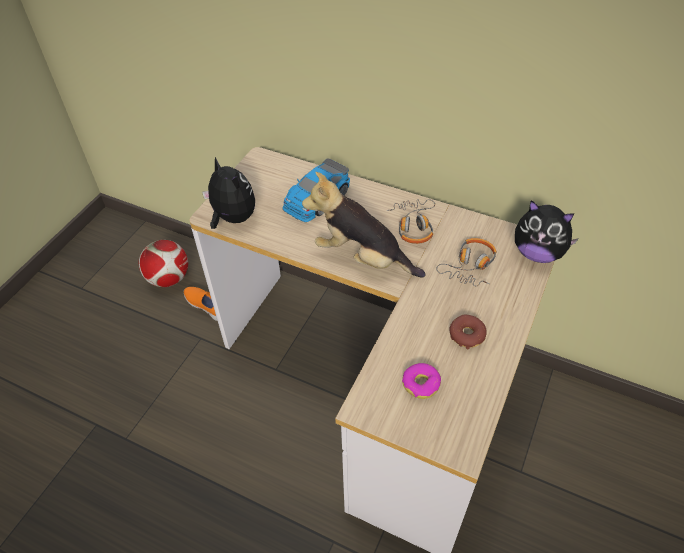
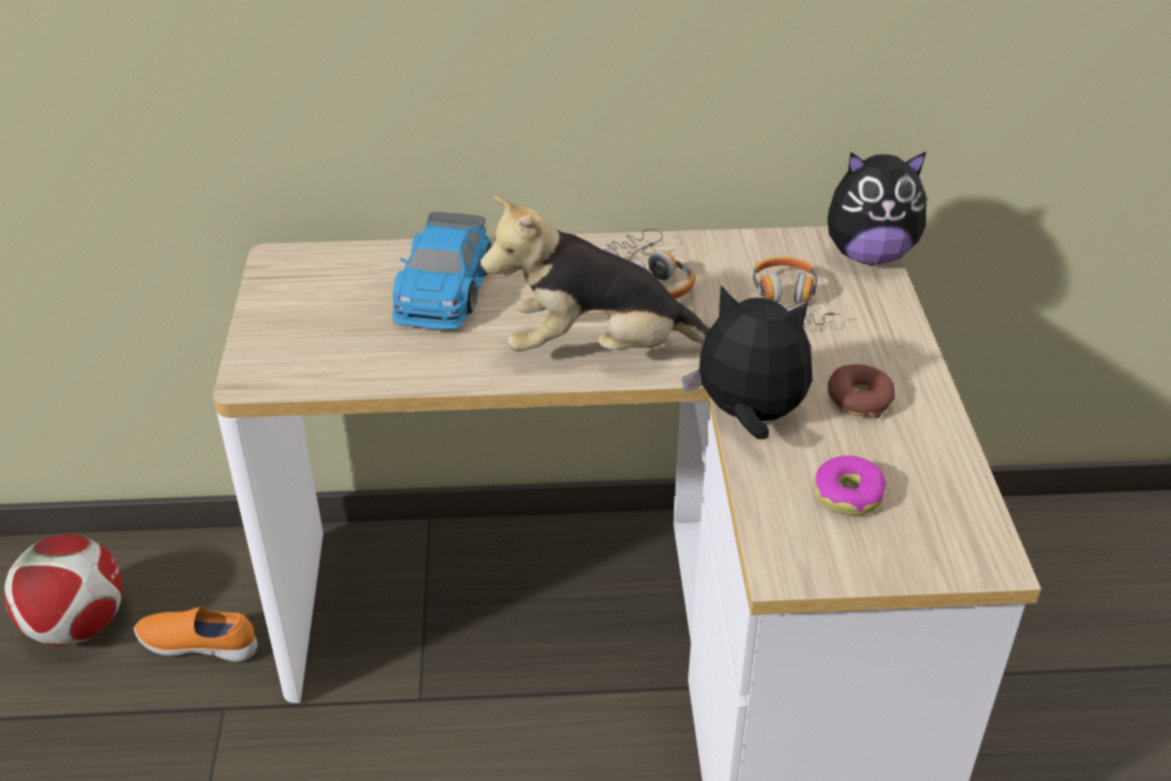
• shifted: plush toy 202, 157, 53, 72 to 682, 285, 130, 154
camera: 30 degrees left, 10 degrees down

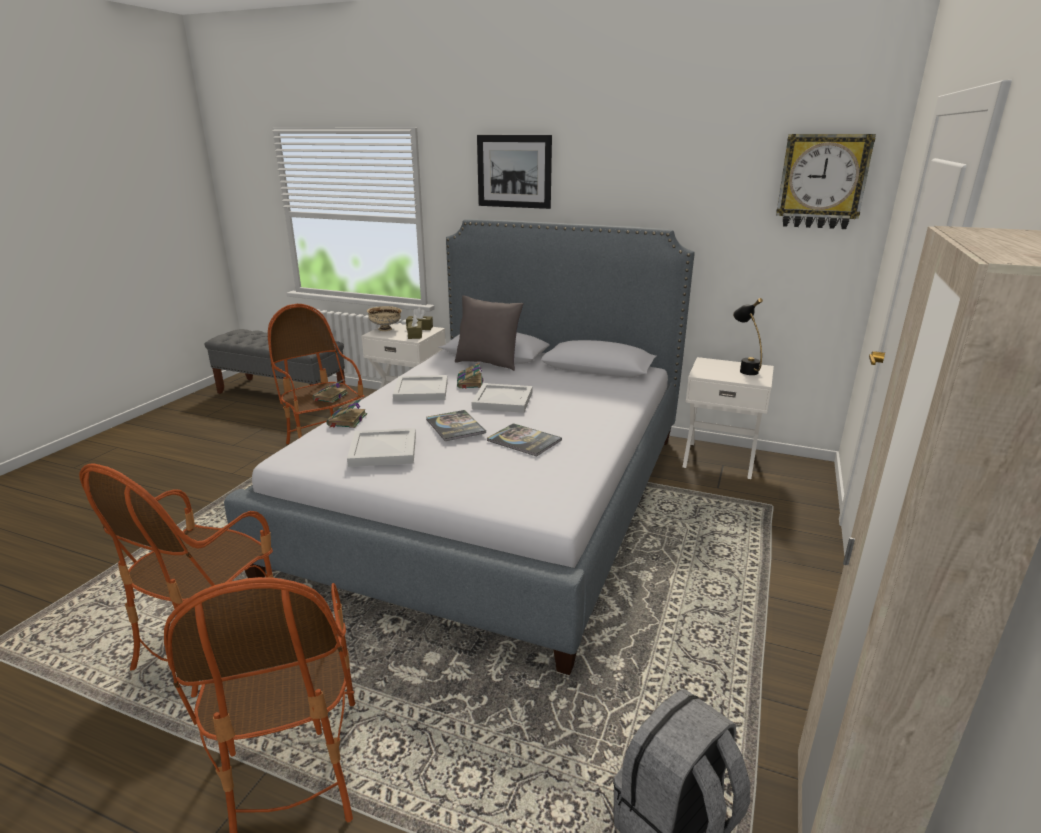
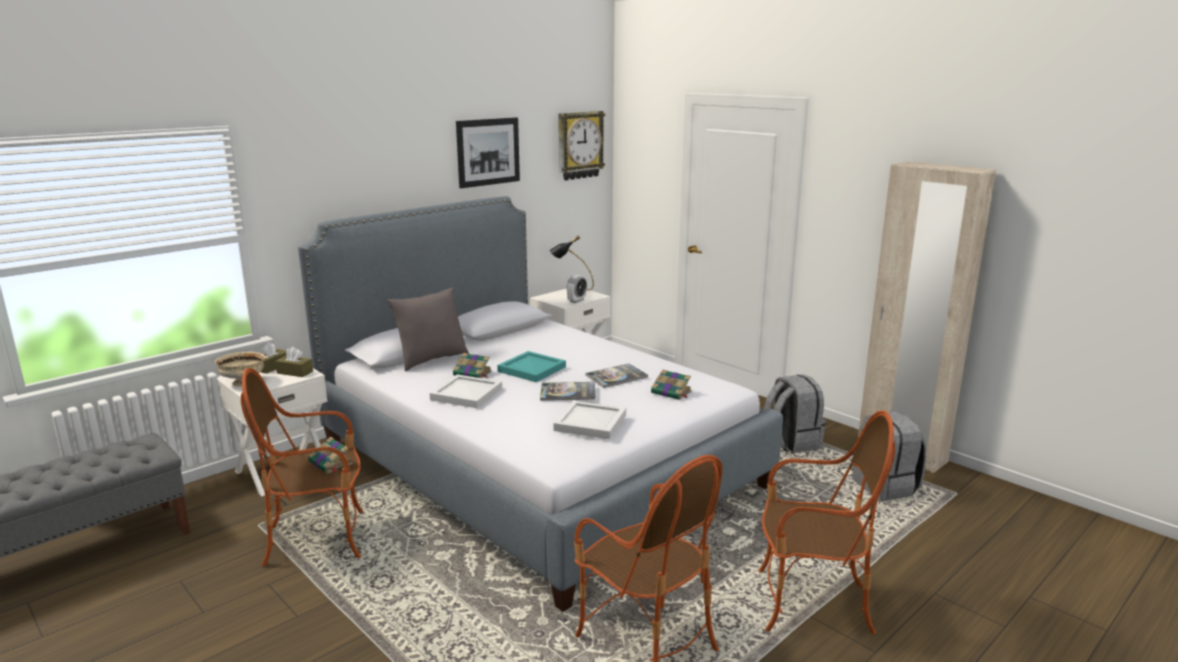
• shifted: picture 477, 135, 75, 74 to 456, 117, 64, 71
• repainted: white tray 471, 383, 61, 30 to turquoise tray 497, 351, 69, 31
• new: alarm clock 566, 274, 21, 29
• shifted: book 326, 397, 41, 31 to 651, 370, 41, 30
• new: grey backpack 764, 374, 62, 79
camera: 65 degrees left, 5 degrees down

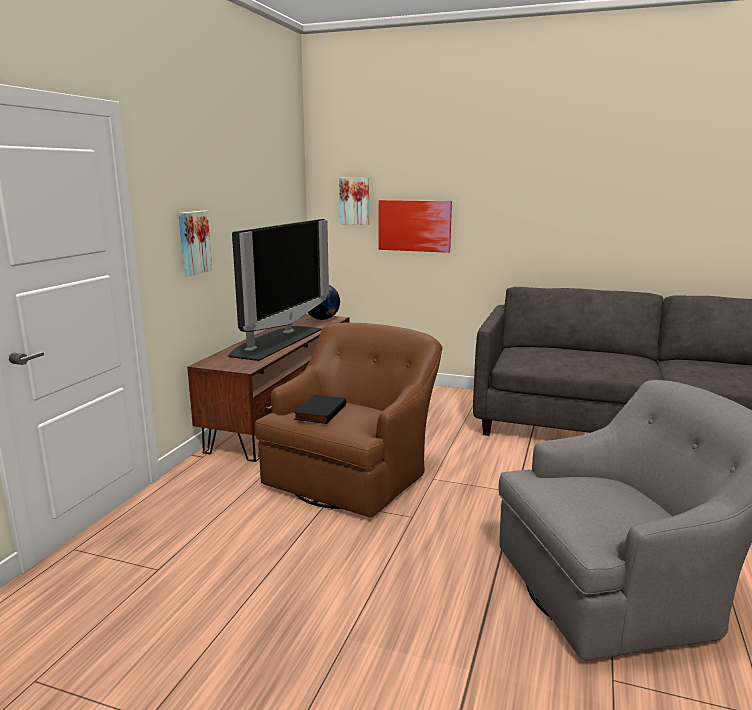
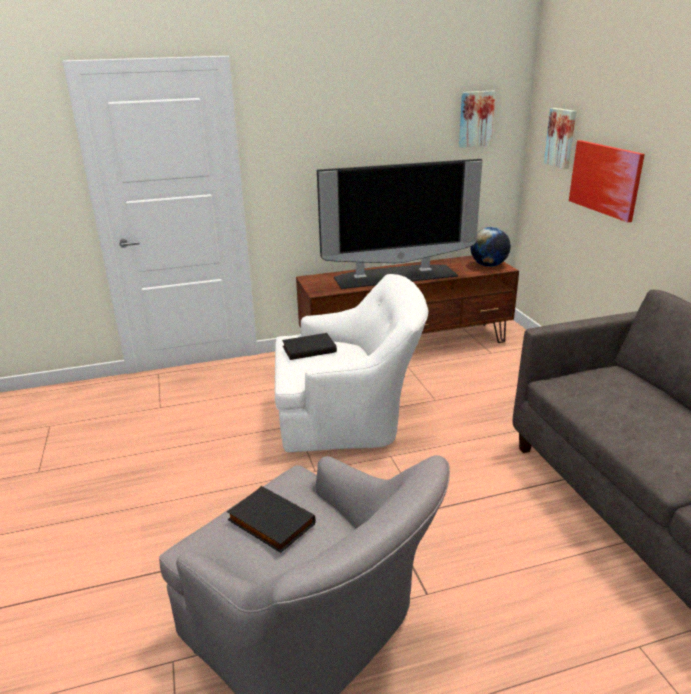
• new: black book 227, 486, 89, 67
• repainted: brown armchair 255, 323, 187, 194 to white armchair 275, 274, 153, 178
• shifted: picture 178, 211, 34, 65 to 459, 91, 37, 56
camera: 55 degrees right, 10 degrees up

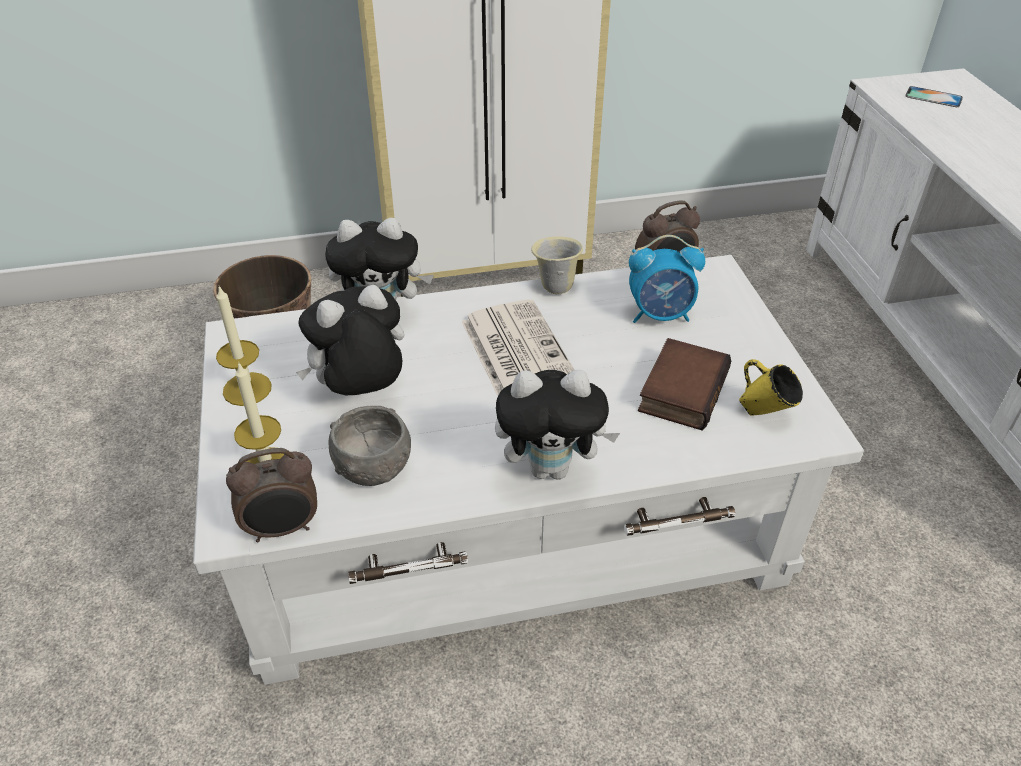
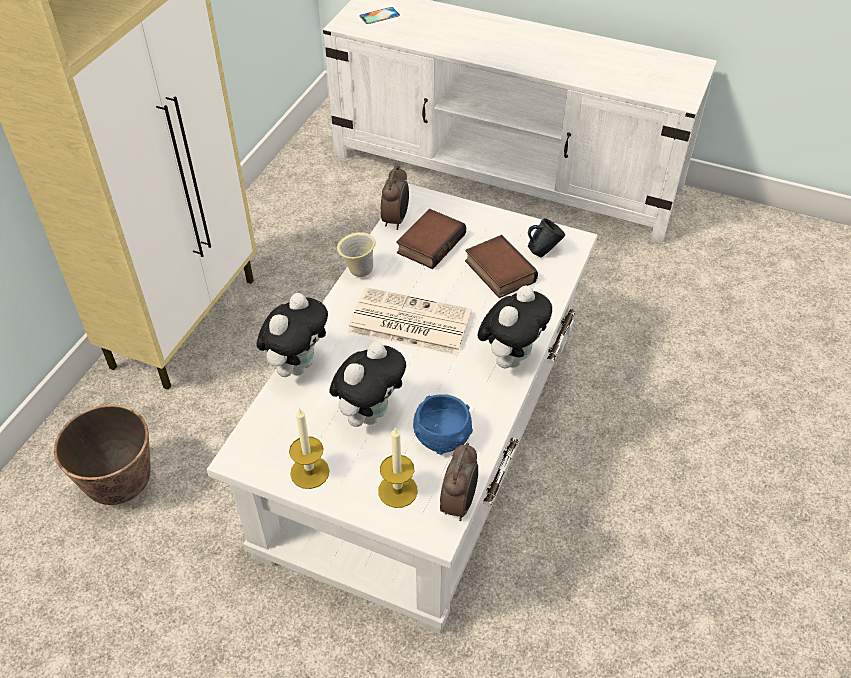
• rotated: plush toy 296, 285, 109, 110 = 330, 341, 76, 86 150 degrees counterclockwise
• swapped: alarm clock 629, 235, 76, 88 to book 396, 209, 70, 60
• repainted: grey bowl 329, 406, 82, 80 to blue bowl 413, 394, 60, 60
• repainted: yellow mug 739, 359, 64, 57 to blue mug 528, 218, 37, 40
camera: 55 degrees left, 5 degrees up

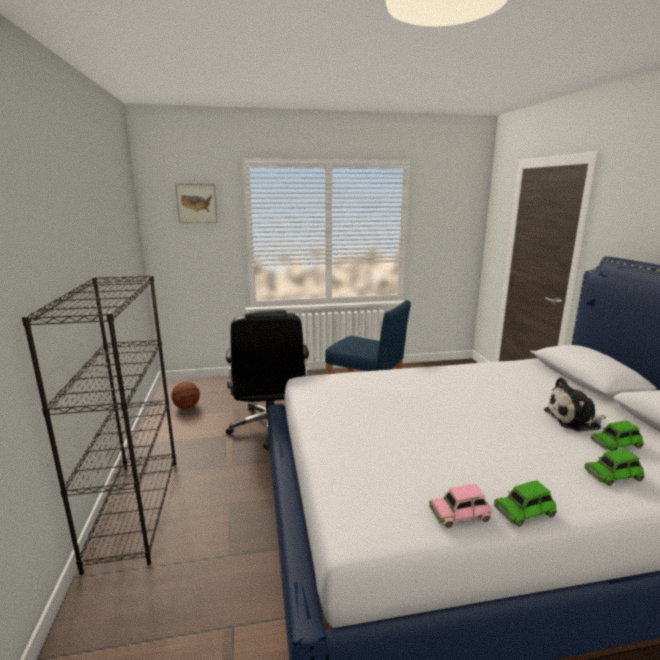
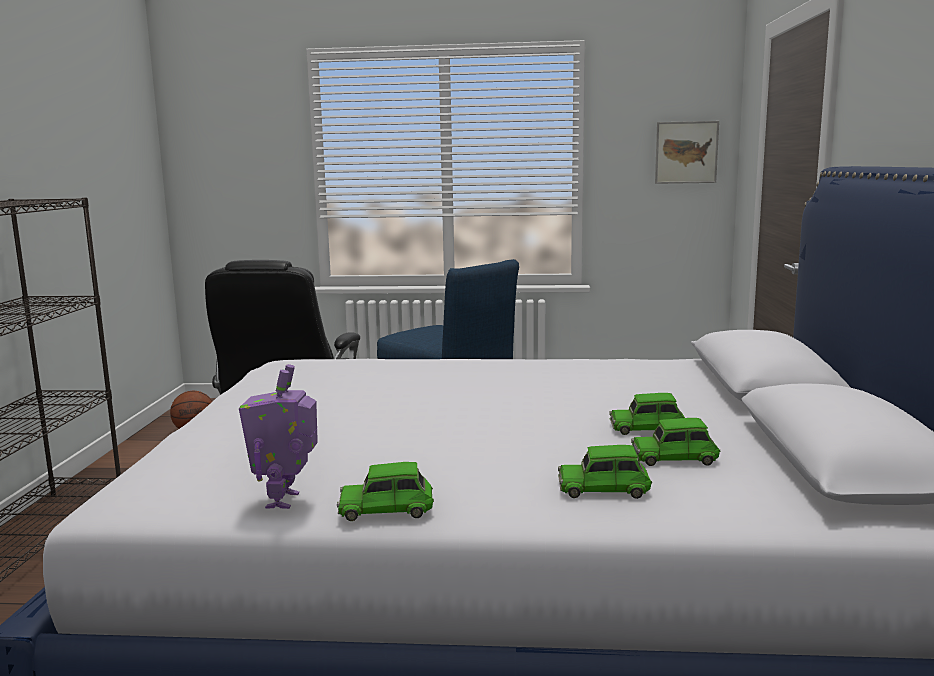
• swapped: pink toy car 429, 484, 63, 44 to toy robot 239, 364, 79, 145
• swapped: plush toy 544, 377, 62, 54 to green toy car 609, 393, 76, 42
• shifted: picture 175, 184, 43, 39 to 655, 121, 64, 63
camera: 15 degrees right, 5 degrees down

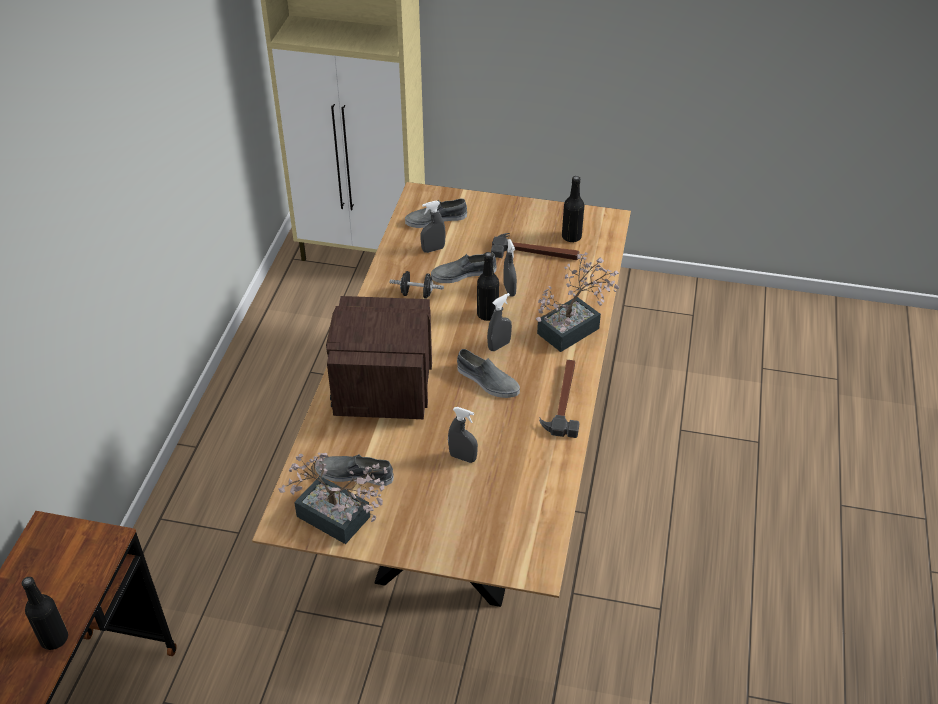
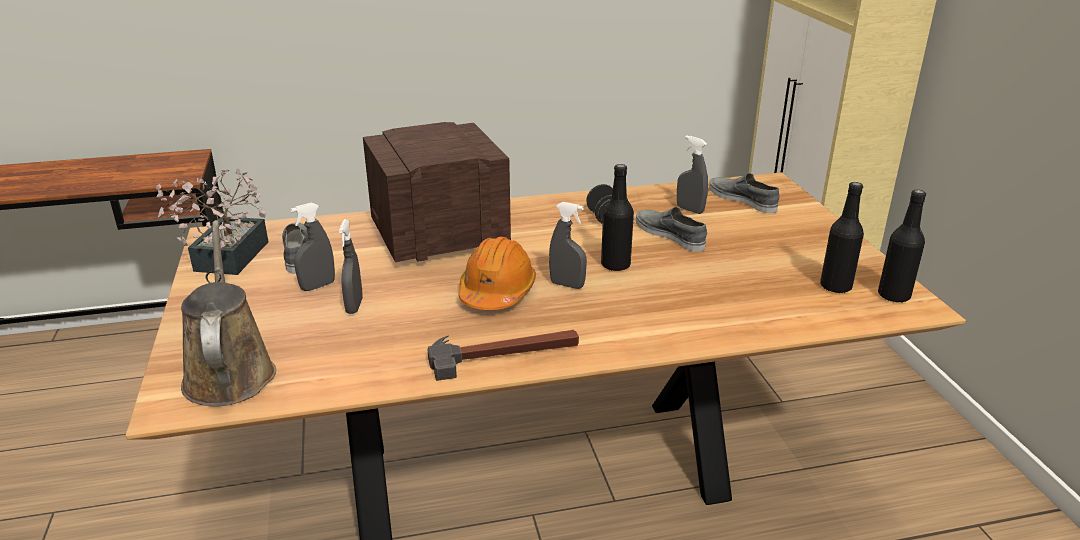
• new: brown watering can 181, 220, 95, 187
• shifted: grey spray bottle 503, 239, 14, 57 to 290, 202, 45, 89
• swapped: grey shoe 457, 349, 63, 49 to orange hard hat 458, 236, 78, 74
• shifted: black bottle 22, 577, 46, 73 to 878, 190, 48, 112
• gone: hammer 491, 233, 88, 27
• gone: potted plant 536, 252, 84, 100
camera: 65 degrees right, 15 degrees down

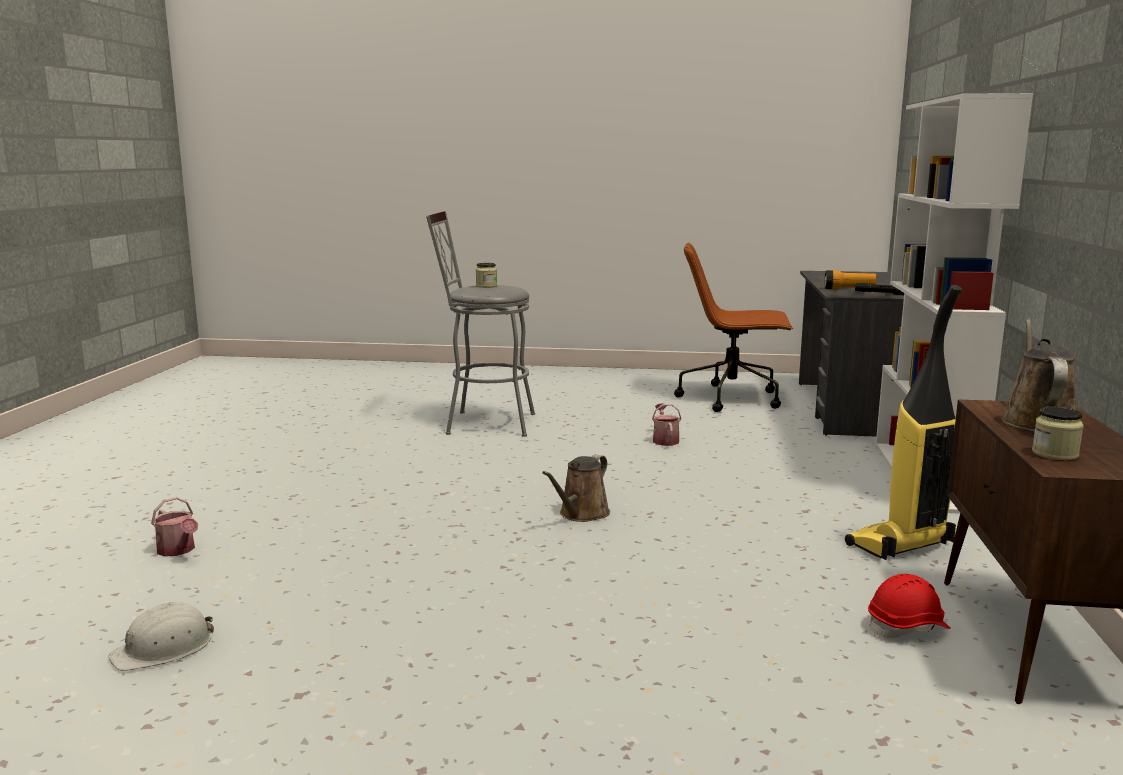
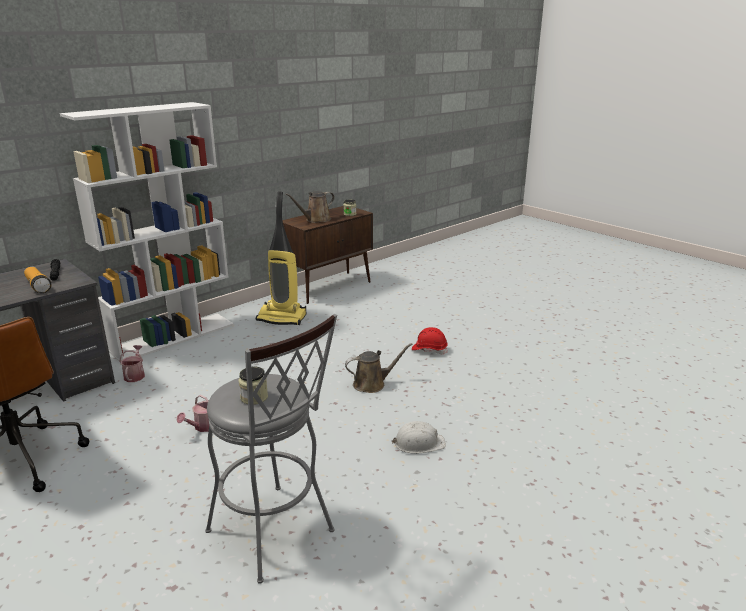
• shifted: watering can 151, 497, 47, 60 to 119, 345, 26, 37
• shifted: white hard hat 108, 602, 106, 69 to 392, 421, 54, 33
• shifted: red hard hat 868, 574, 83, 64 to 412, 327, 36, 27
camera: 140 degrees left, 10 degrees up

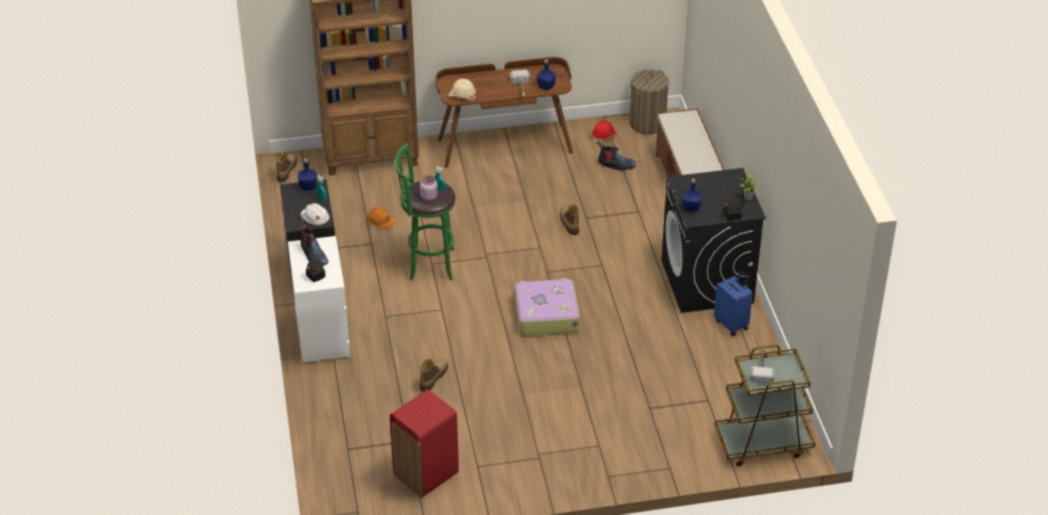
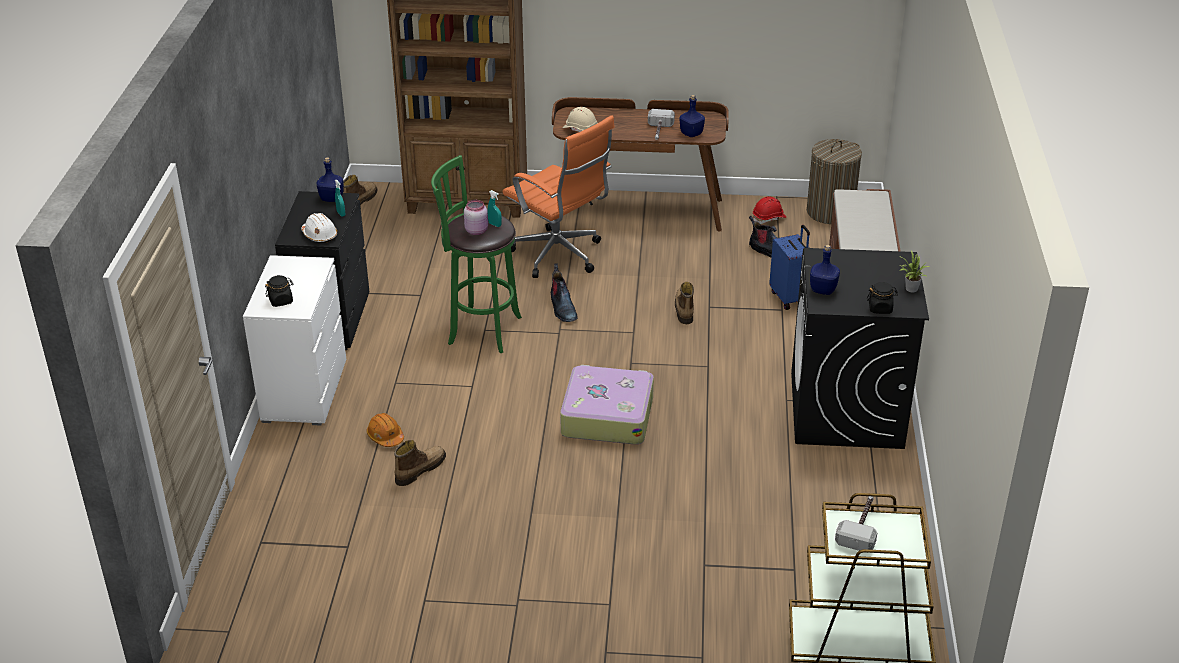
• shifted: orange hard hat 367, 207, 27, 21 to 367, 413, 37, 34
• new: orange office chair 503, 115, 112, 163
• shifted: boot 301, 219, 27, 47 to 550, 263, 27, 59
• shifted: blue suitcase 714, 270, 39, 66 to 769, 225, 41, 85
• gone: red trash can 390, 390, 69, 107
camera: 15 degrees right, 5 degrees down

